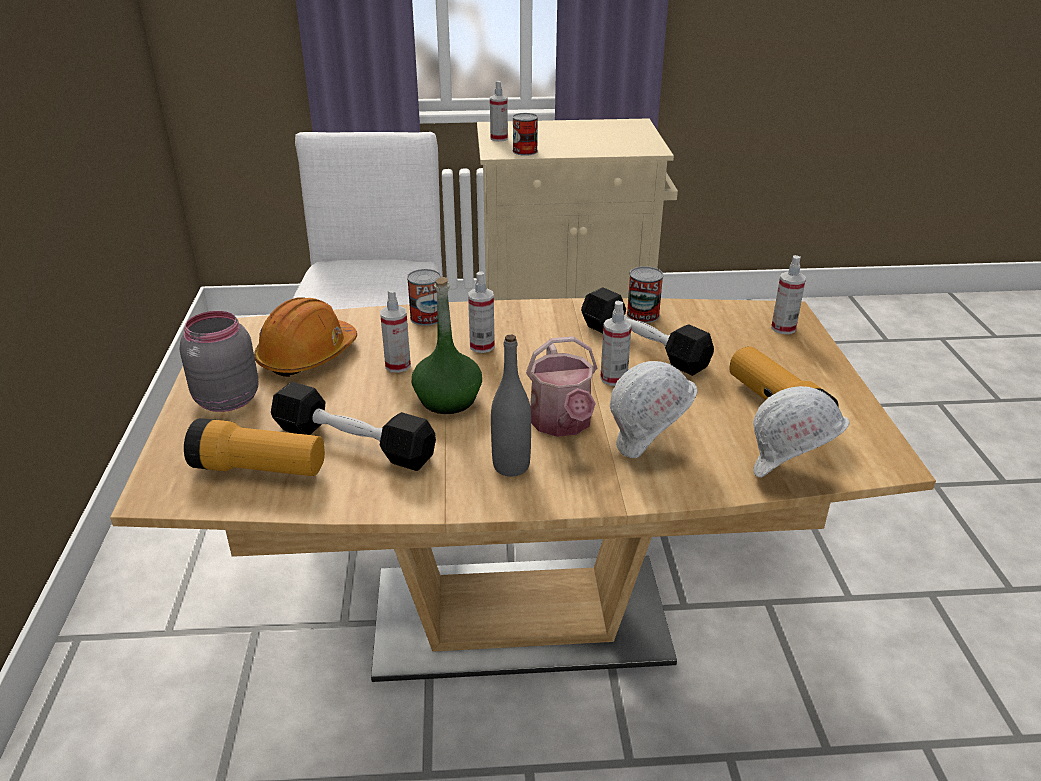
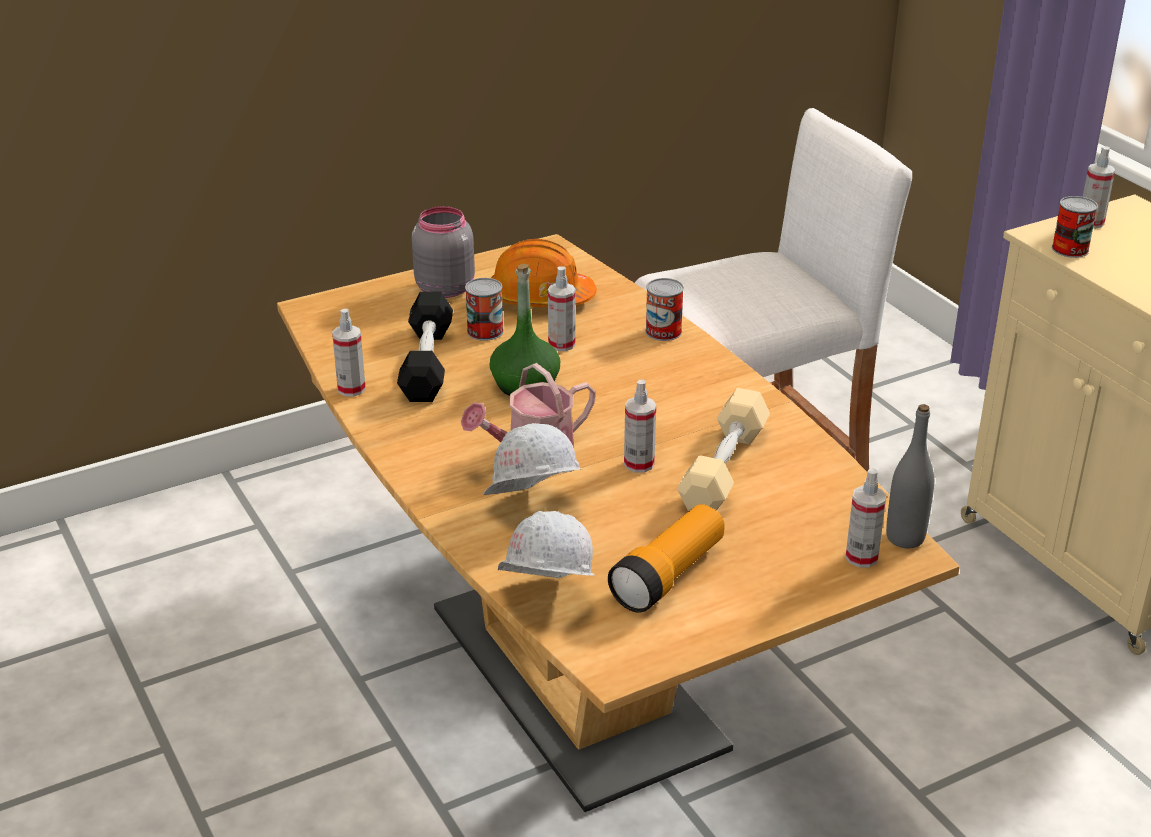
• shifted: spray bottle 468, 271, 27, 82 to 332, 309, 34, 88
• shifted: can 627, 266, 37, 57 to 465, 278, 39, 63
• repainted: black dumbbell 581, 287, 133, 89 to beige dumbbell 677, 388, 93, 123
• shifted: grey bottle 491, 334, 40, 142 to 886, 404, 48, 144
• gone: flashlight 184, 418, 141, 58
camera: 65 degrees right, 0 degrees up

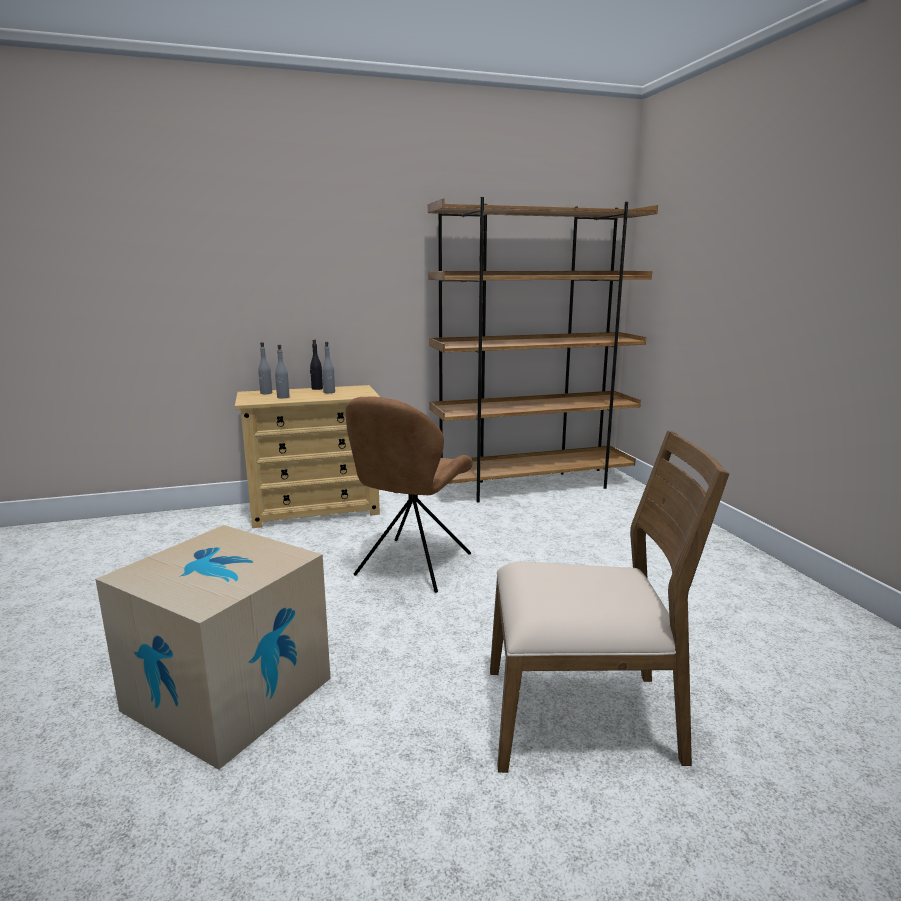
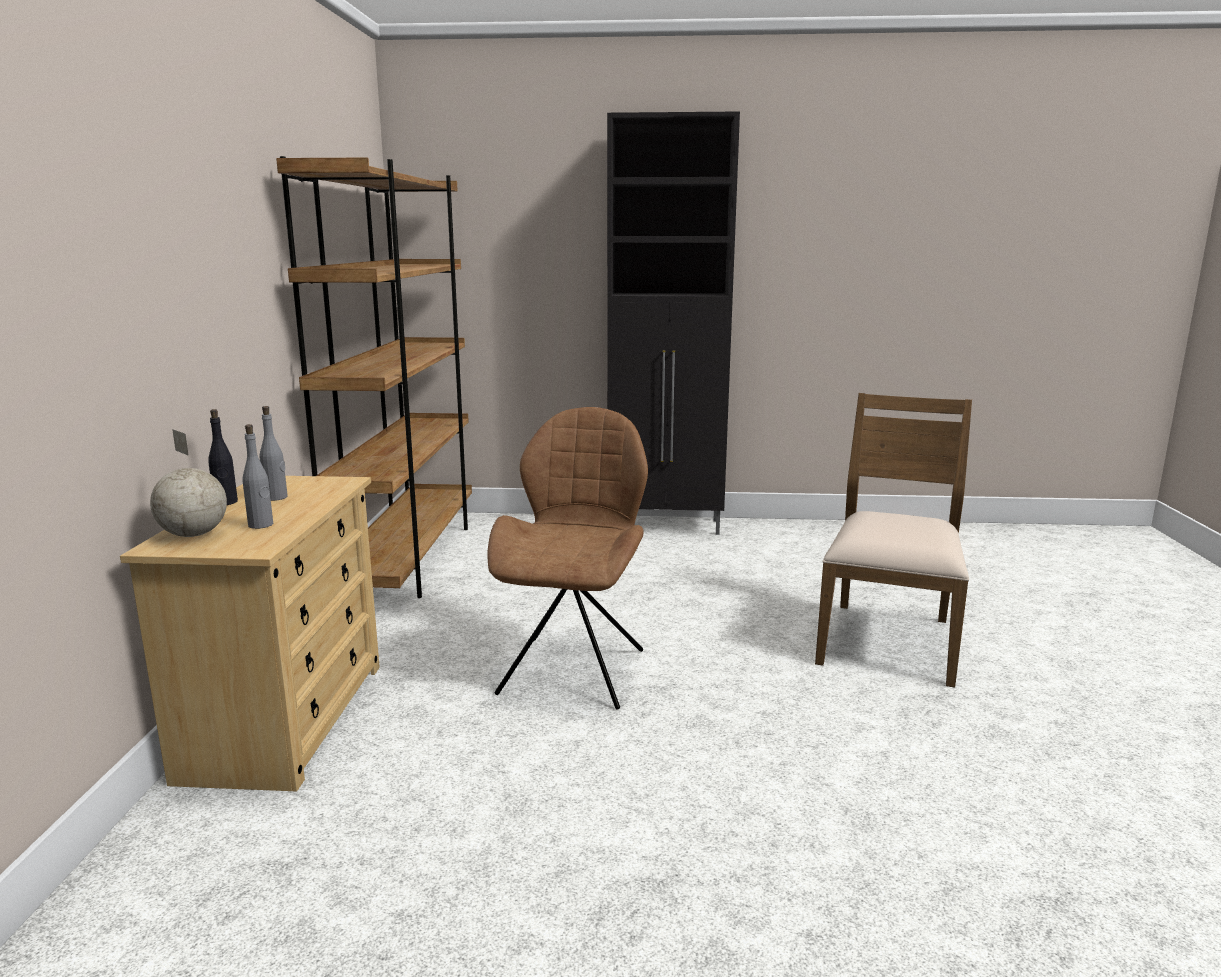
• swapped: grey bottle 258, 342, 14, 52 to globe 150, 429, 77, 108
• rotated: brown chair 345, 396, 128, 197 = 488, 407, 160, 302 120 degrees counterclockwise
• new: black cabinet 607, 111, 133, 424
• gone: cardboard box 95, 525, 236, 245
camera: 70 degrees left, 0 degrees up

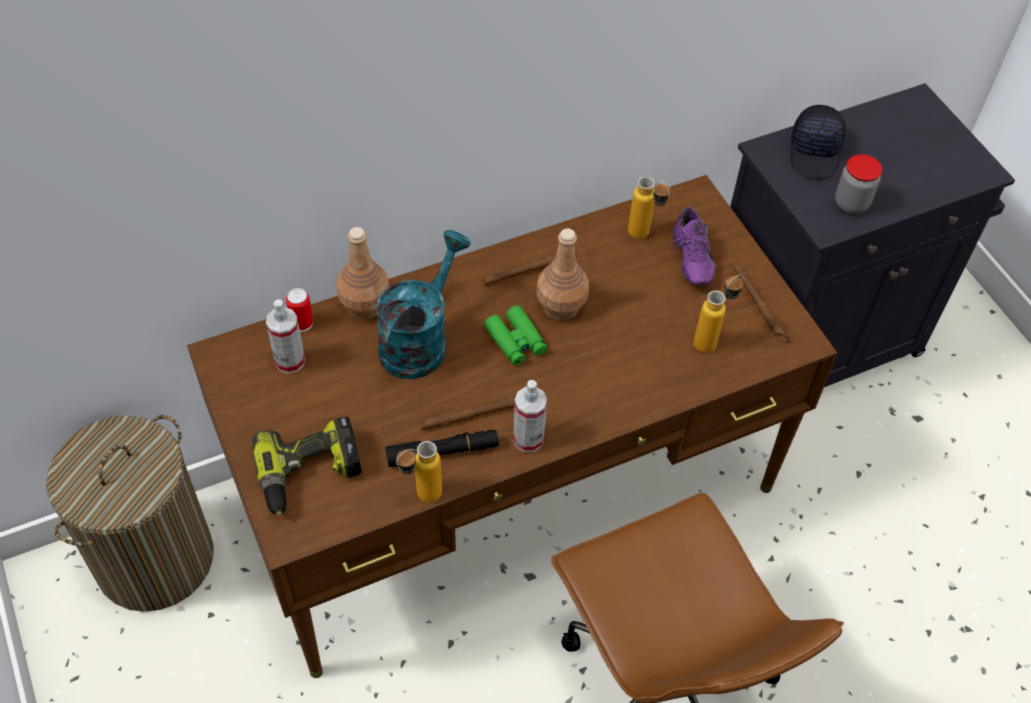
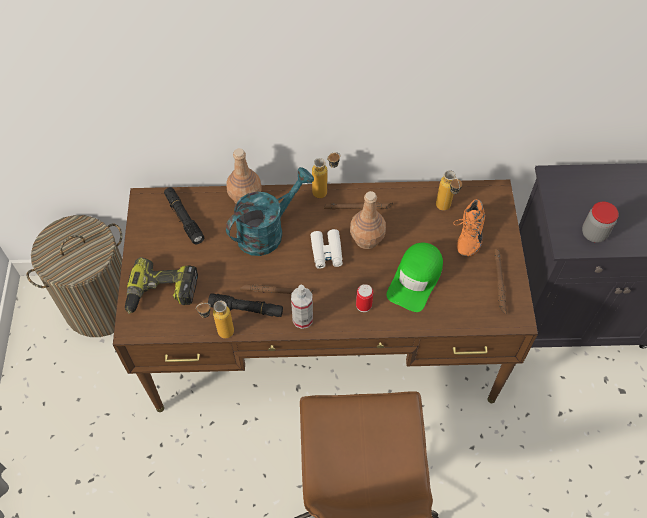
• swapped: spray bottle 266, 299, 39, 75 to black flashlight 164, 187, 40, 57
• repainted: green binoculars 484, 305, 63, 61 to white binoculars 311, 229, 32, 40
• shifted: bottle 694, 275, 49, 78 to 312, 152, 28, 46
• shifted: can 286, 288, 27, 44 to 356, 284, 17, 28
• new: green cap 386, 243, 57, 69
• repainted: purple shoe 670, 207, 46, 78 to orange shoe 453, 199, 32, 58
• gone: black cap 791, 105, 55, 73
camera: 25 degrees right, 5 degrees up

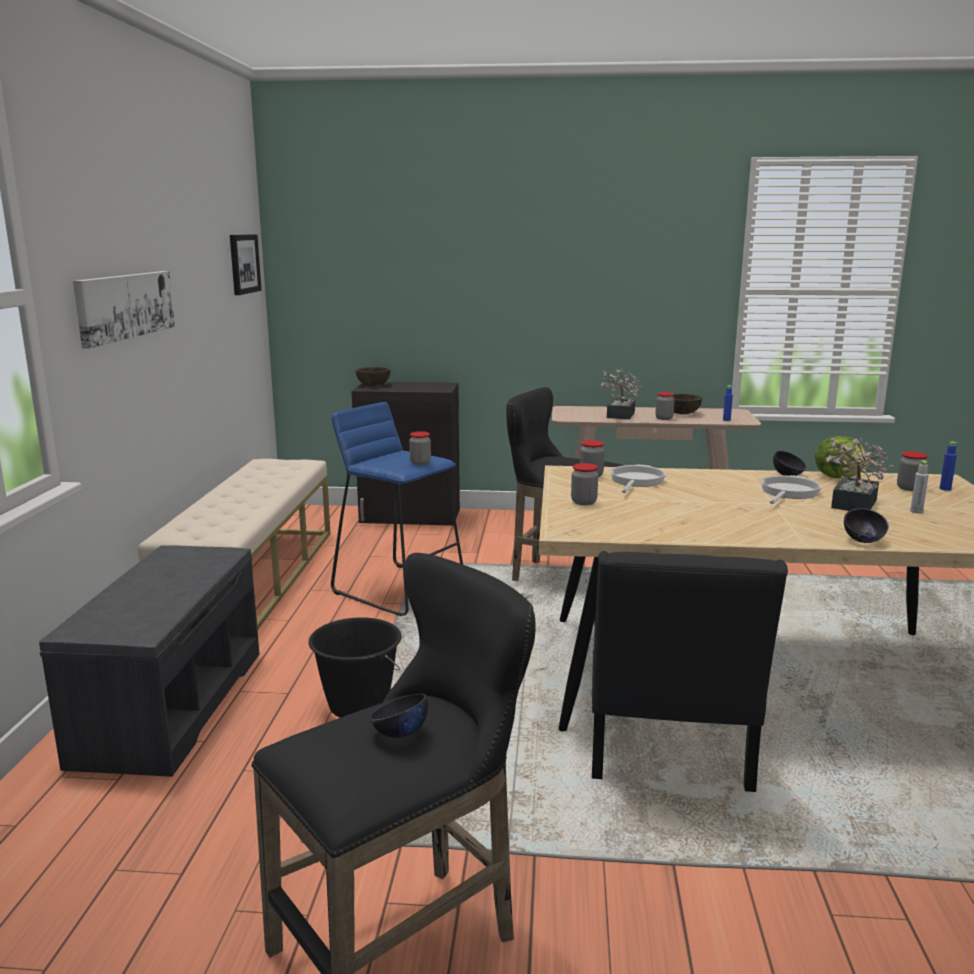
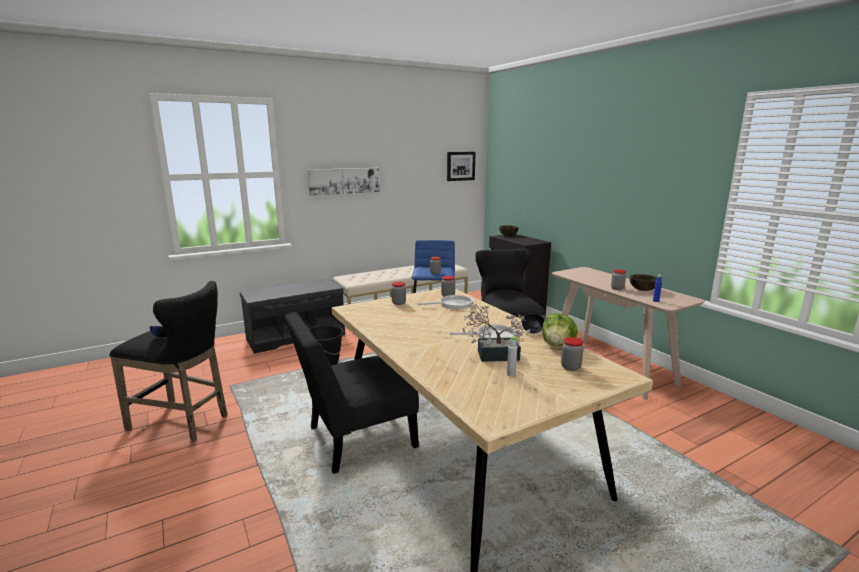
• gone: potted plant 601, 369, 41, 50
• gone: black bowl 844, 508, 45, 35
• gone: blue bottle 940, 441, 18, 50
camera: 55 degrees right, 0 degrees up

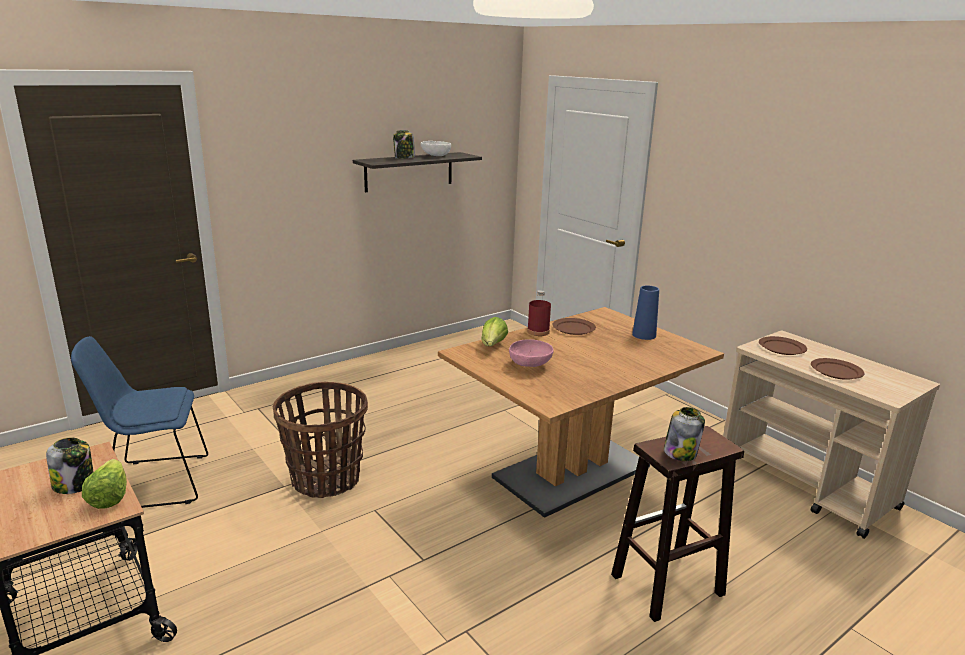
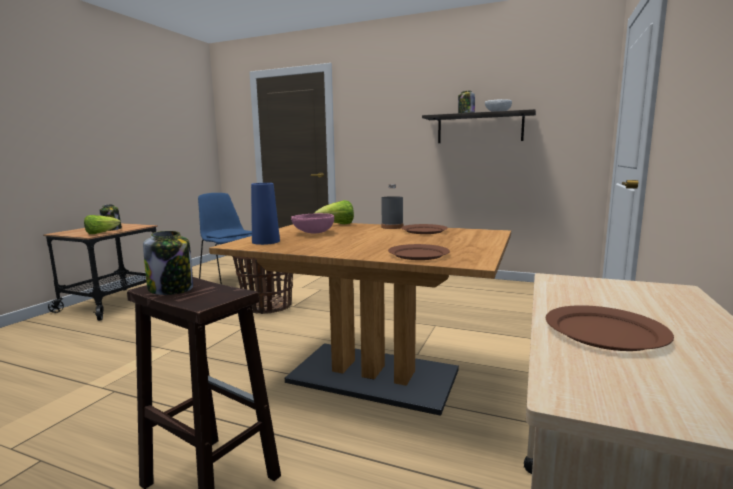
• shifted: blue vase 632, 285, 27, 55 to 251, 183, 29, 62
• repainted: red bottle 527, 290, 24, 46 to grey bottle 381, 184, 22, 45
• shifted: brown plate 759, 336, 48, 19 to 388, 244, 62, 16
camera: 60 degrees right, 10 degrees down

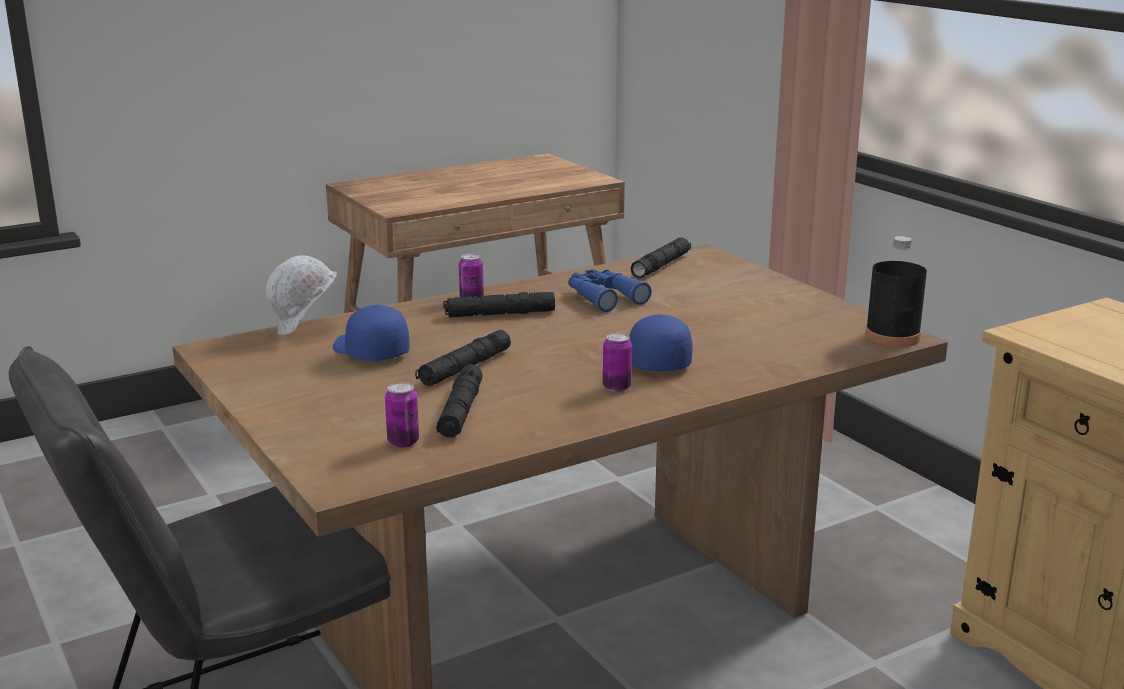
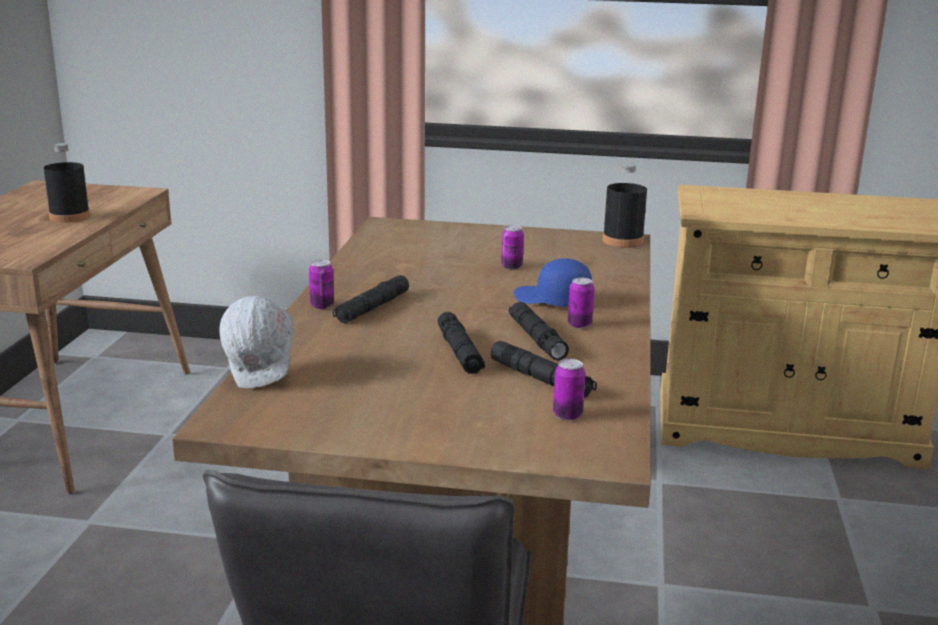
• new: black bottle 44, 143, 46, 80
• new: can 501, 225, 23, 44
• shifted: black flashlight 631, 238, 60, 40 to 509, 302, 60, 59
• gone: blue cap 333, 305, 77, 56
• gone: blue binoculars 568, 269, 83, 43
camera: 50 degrees left, 0 degrees up

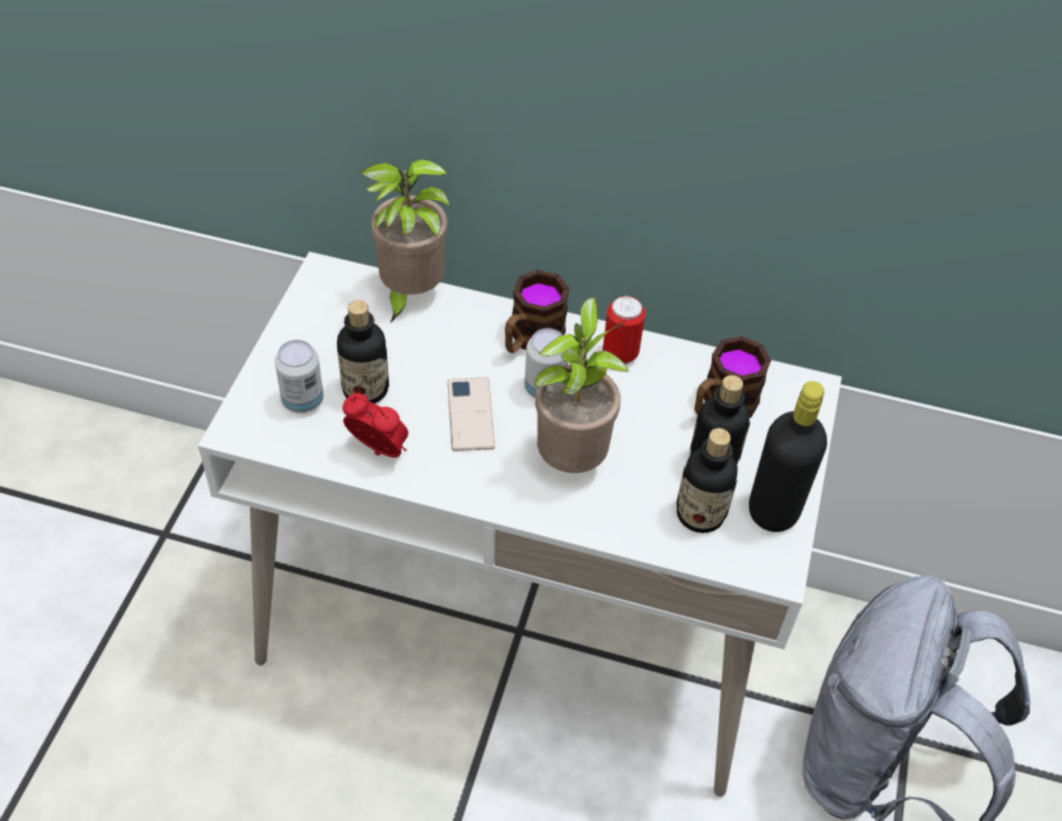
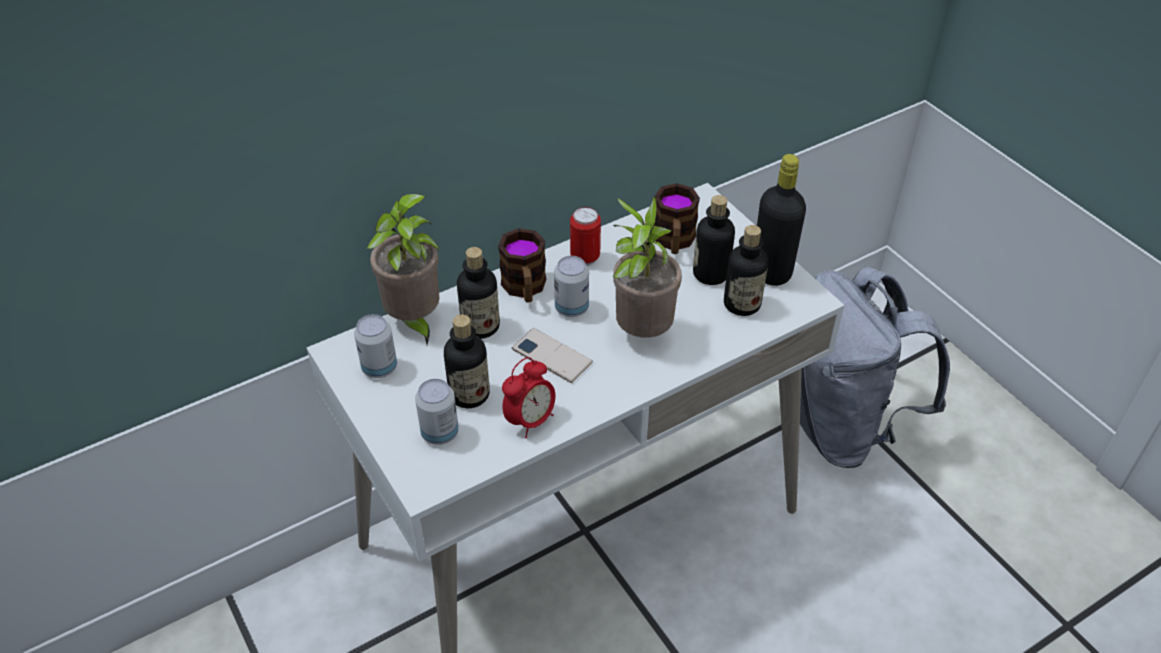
• new: can 354, 314, 43, 64
• new: bottle 457, 247, 43, 92
• rotated: alarm clock 343, 393, 65, 65 = 502, 357, 54, 81 150 degrees clockwise
camera: 45 degrees left, 5 degrees down

